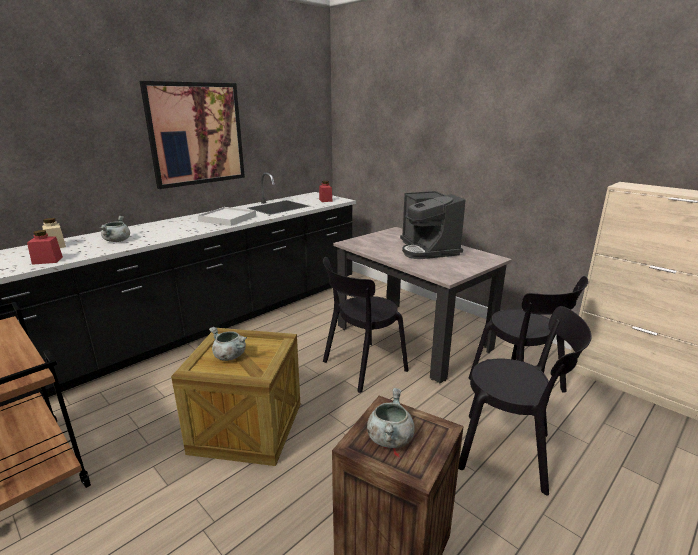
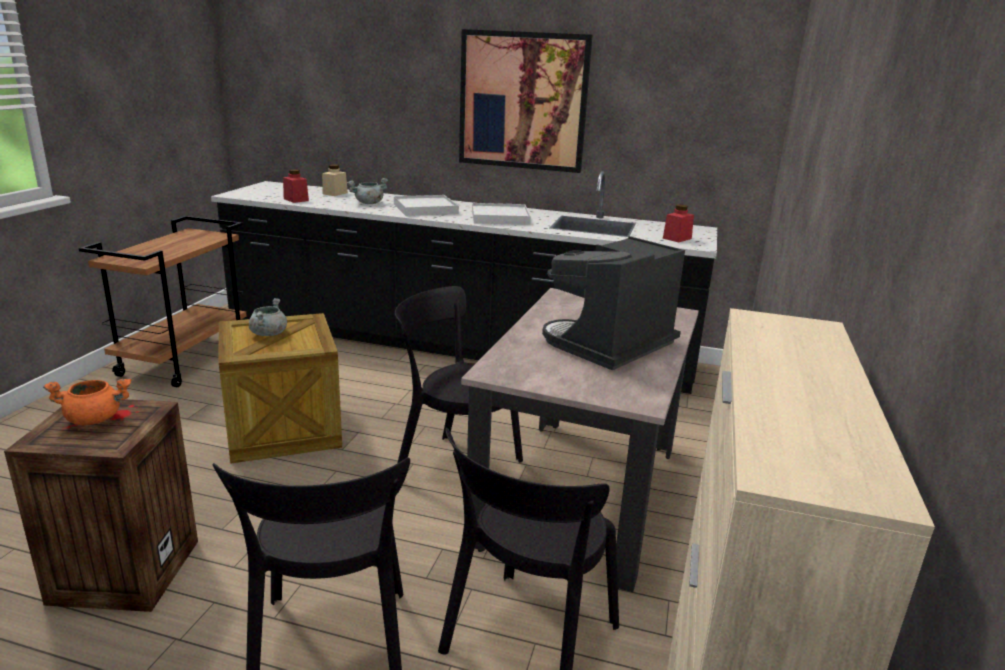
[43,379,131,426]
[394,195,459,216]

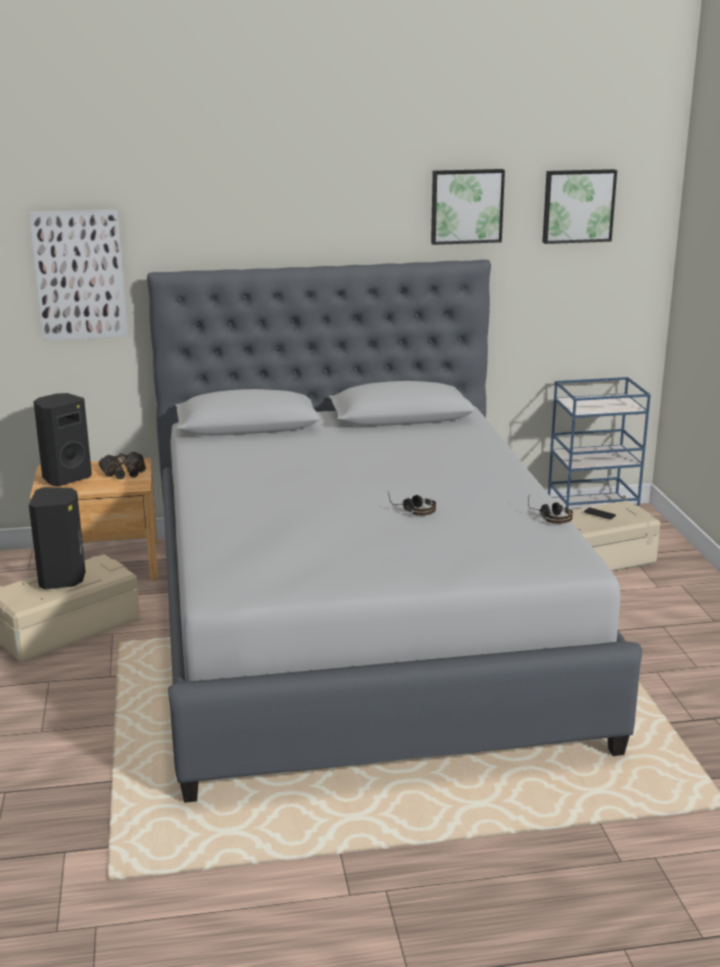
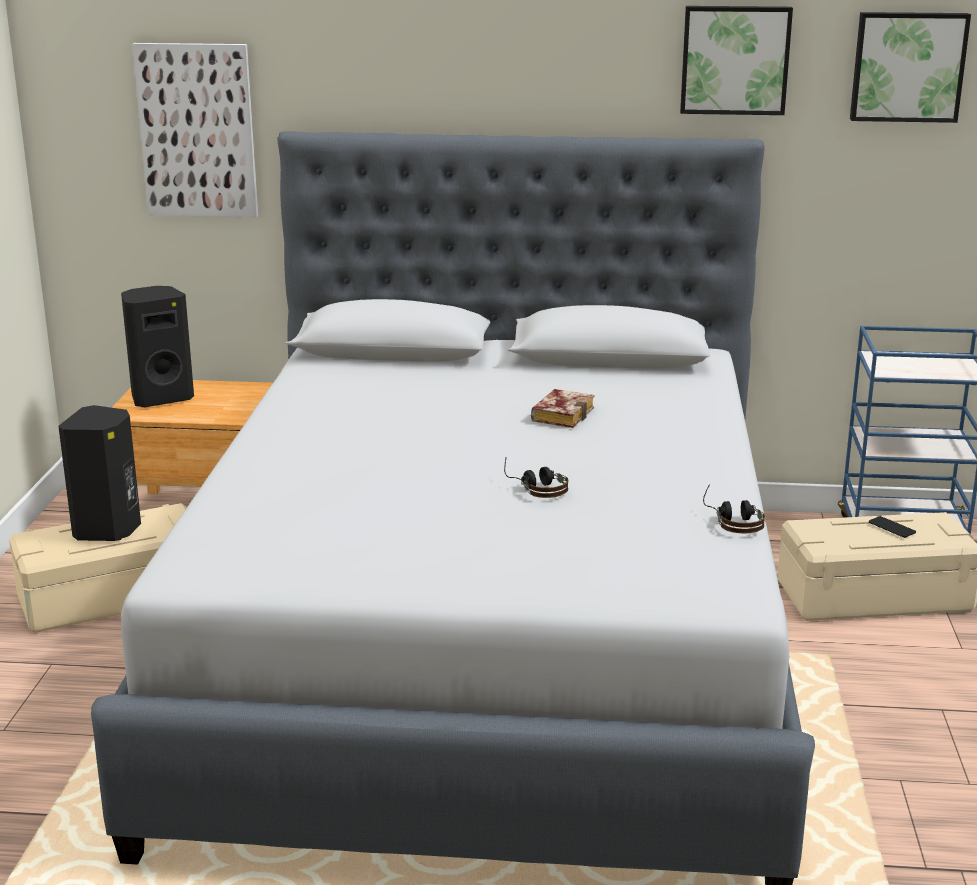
[99,452,146,479] (first image)
[531,389,594,428]

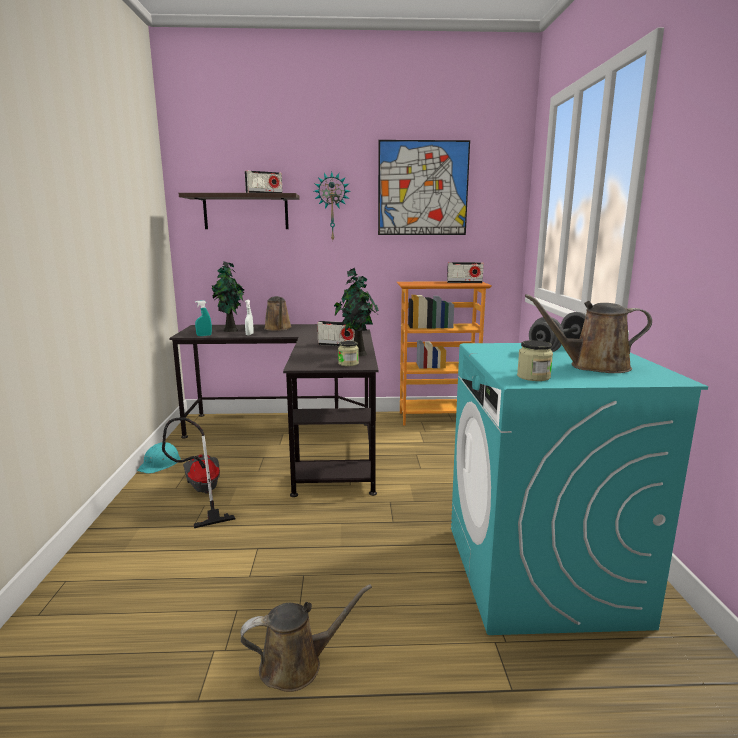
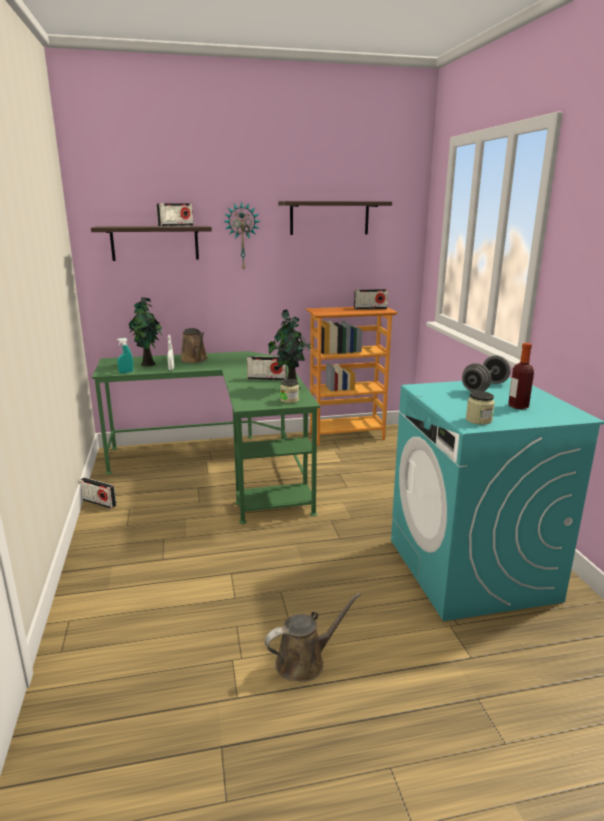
[79,477,117,509]
[162,417,236,528] (first image)
[92,351,320,524]
[278,201,392,235]
[508,343,534,409]

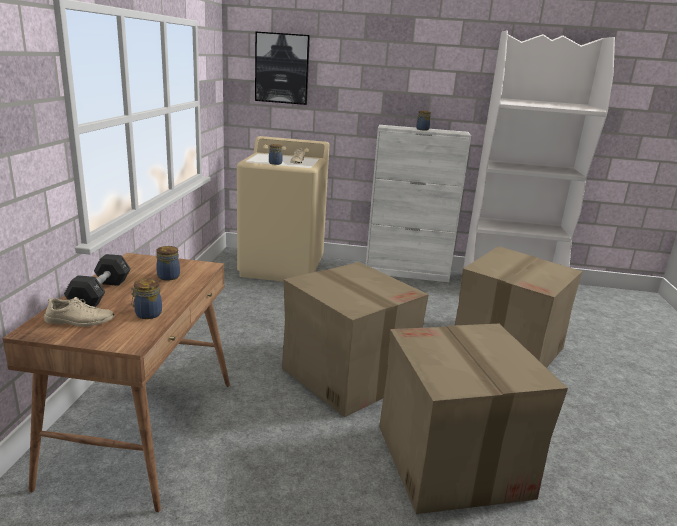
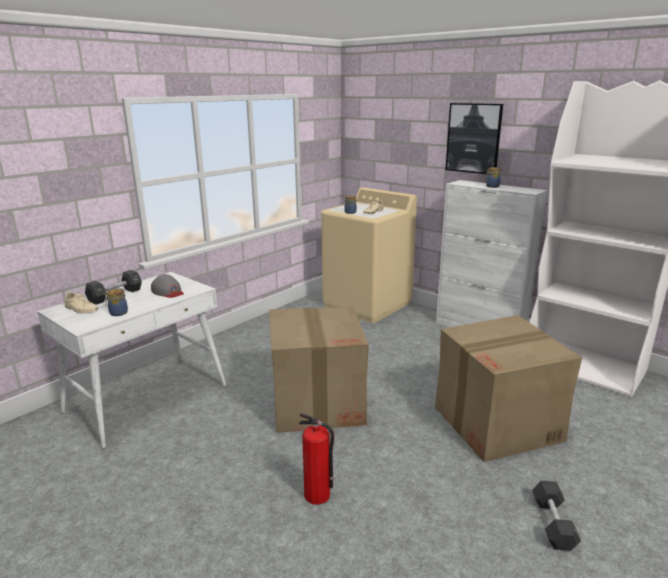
[37,272,226,448]
[151,274,184,298]
[445,103,503,174]
[299,413,334,505]
[532,481,581,551]

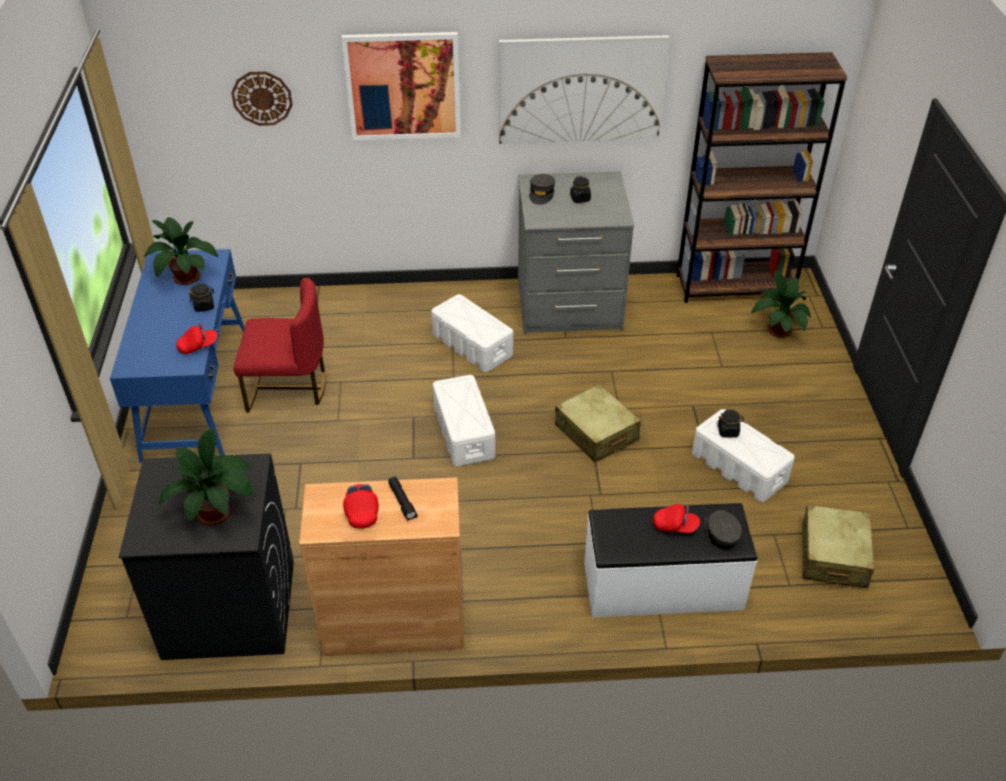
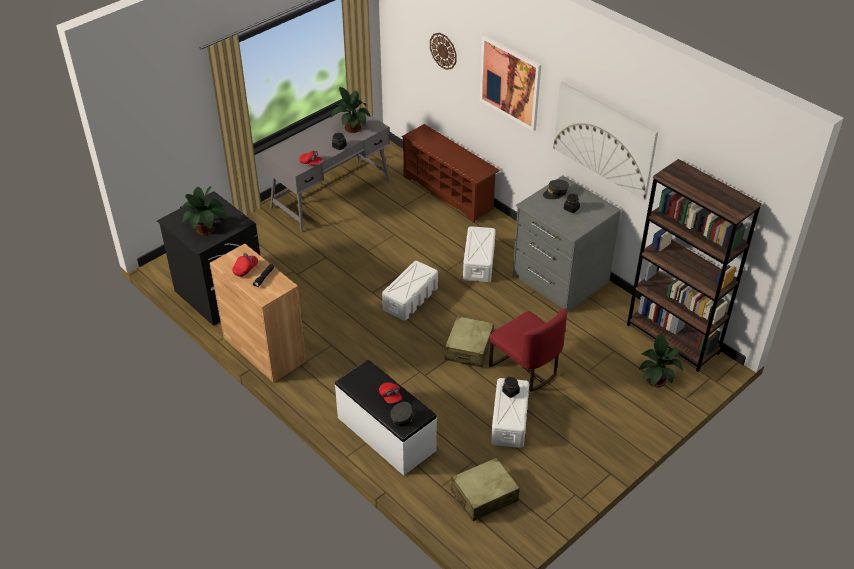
[262,107,390,232]
[489,308,567,392]
[401,124,500,223]

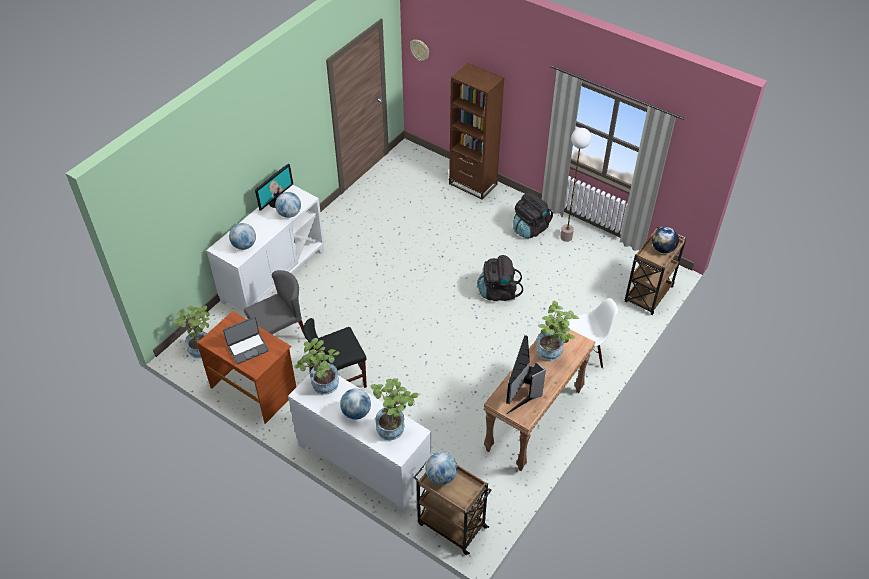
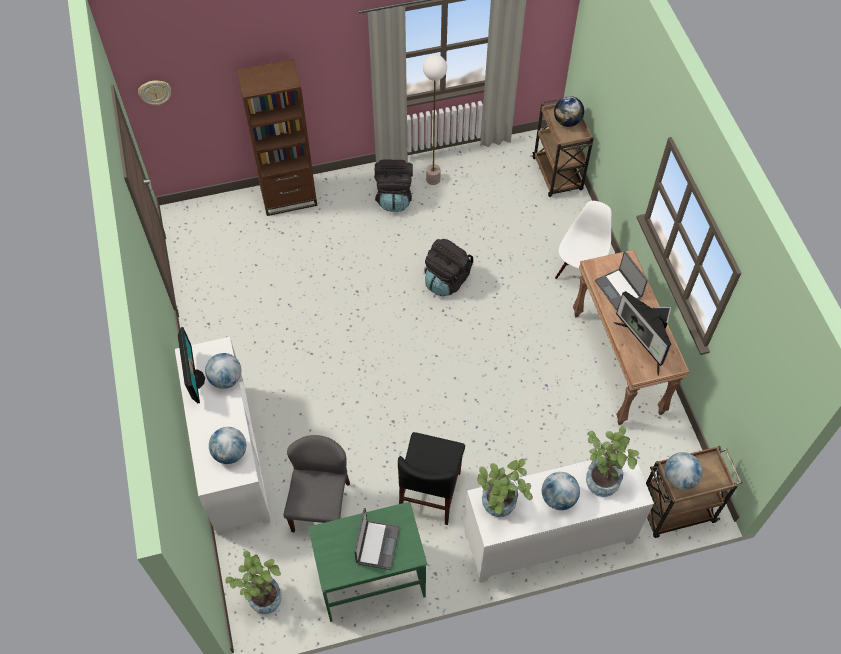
[308,502,427,622]
[595,251,648,310]

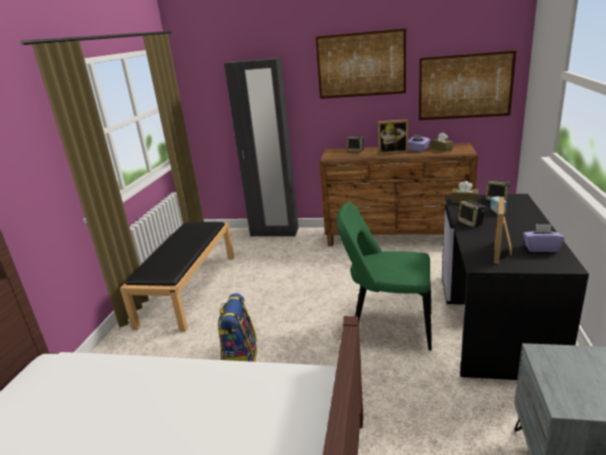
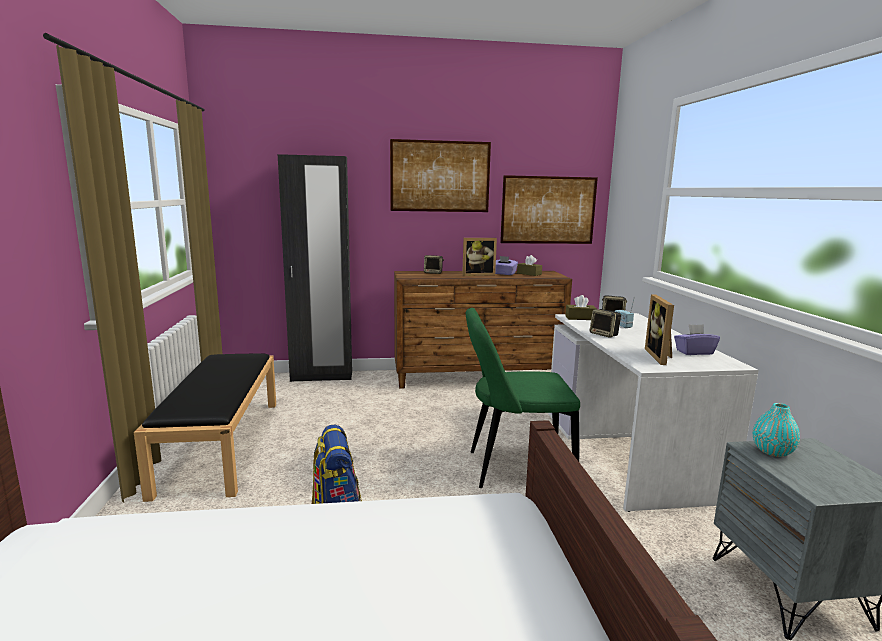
[548,313,759,512]
[752,403,800,457]

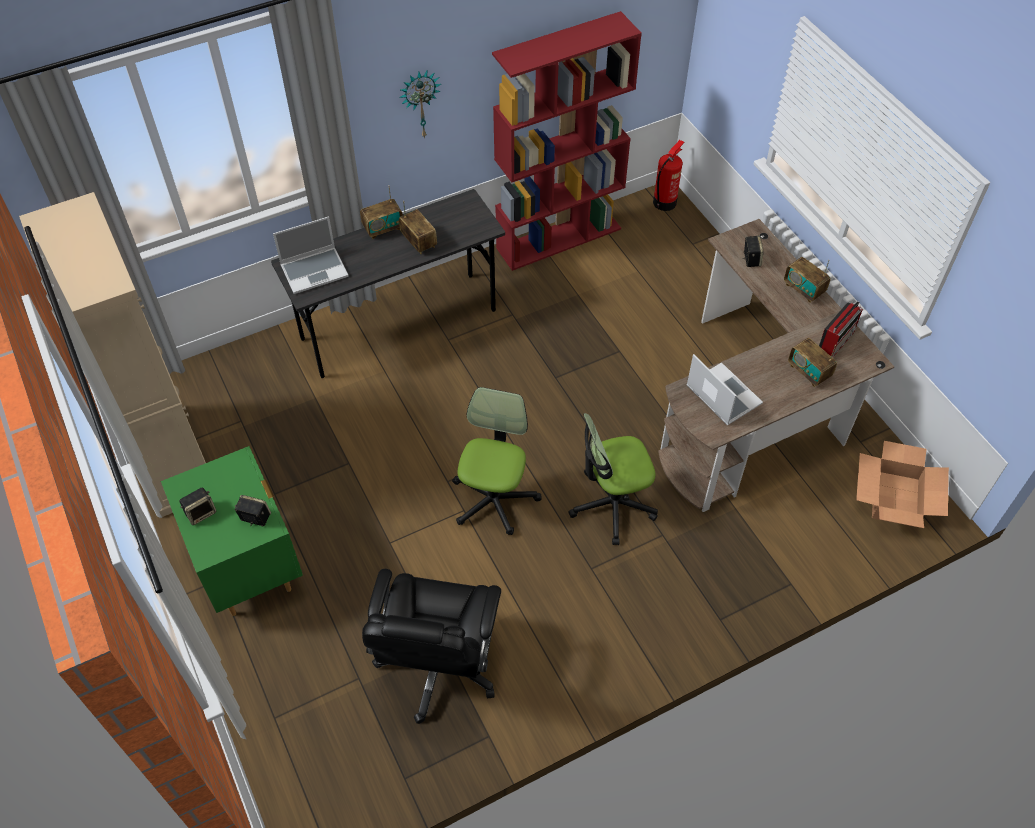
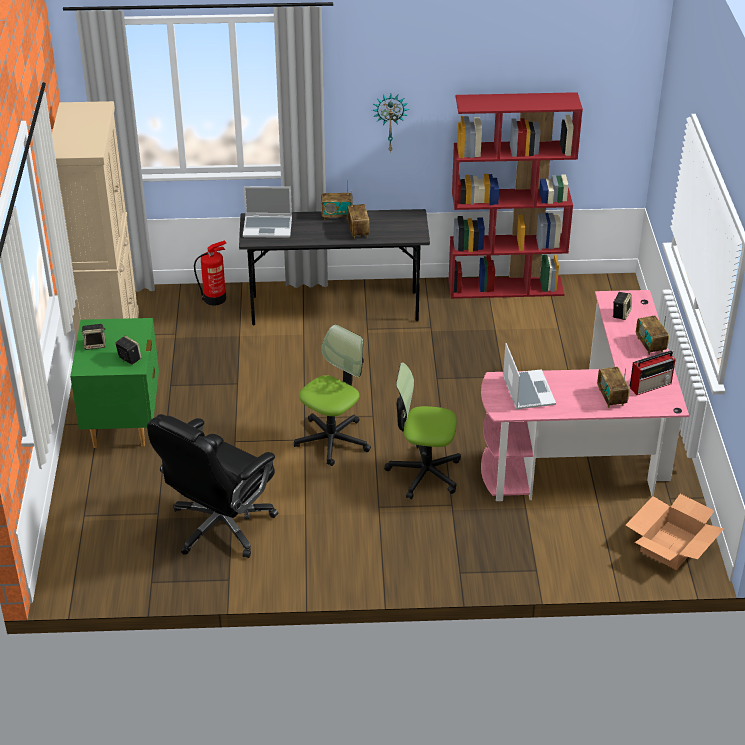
[194,240,226,305]
[481,290,689,501]

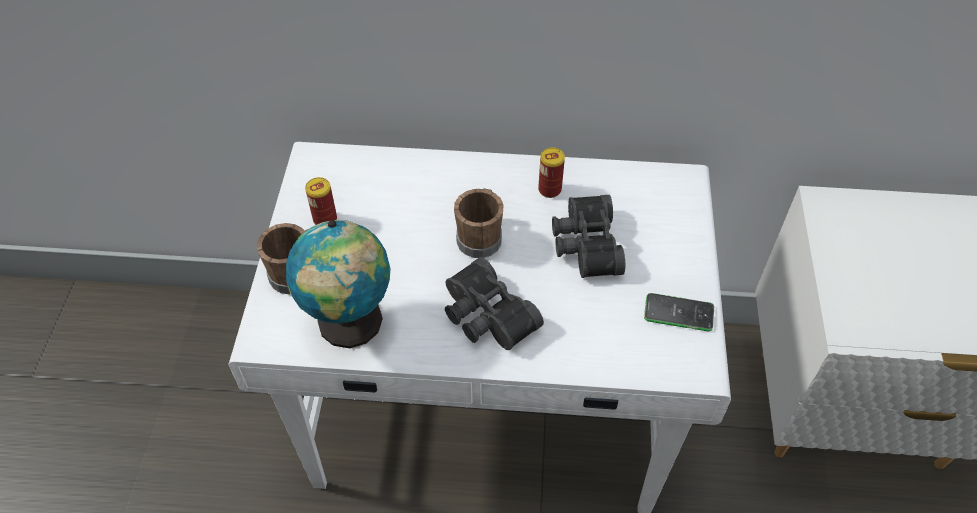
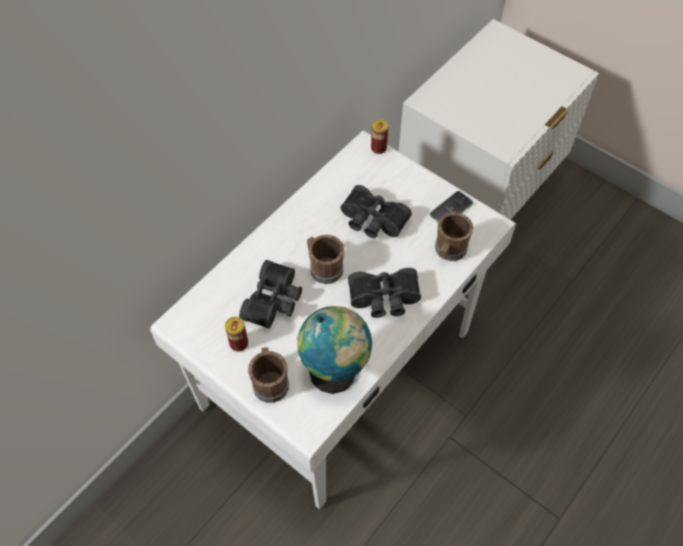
[371,119,388,154]
[239,260,302,329]
[435,212,473,261]

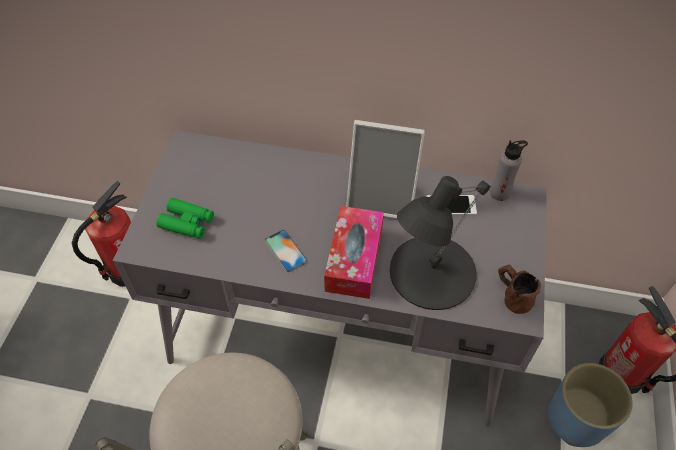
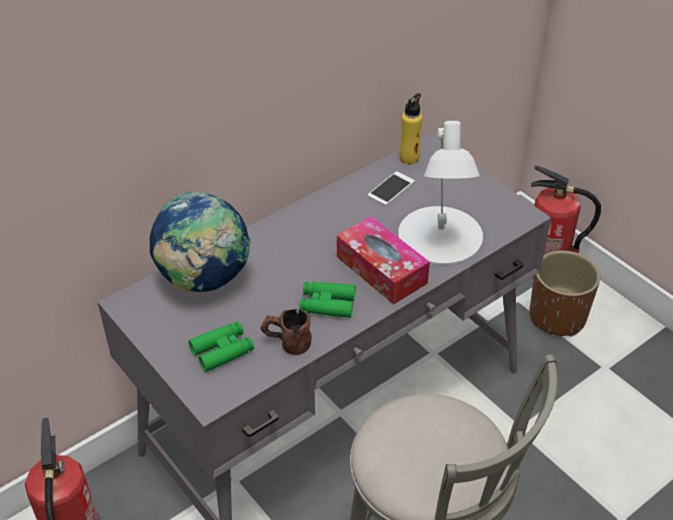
[300,282,356,318]
[346,120,425,219] (first image)
[398,121,483,265]
[400,93,422,164]
[260,309,312,355]
[529,251,600,337]
[149,191,252,292]

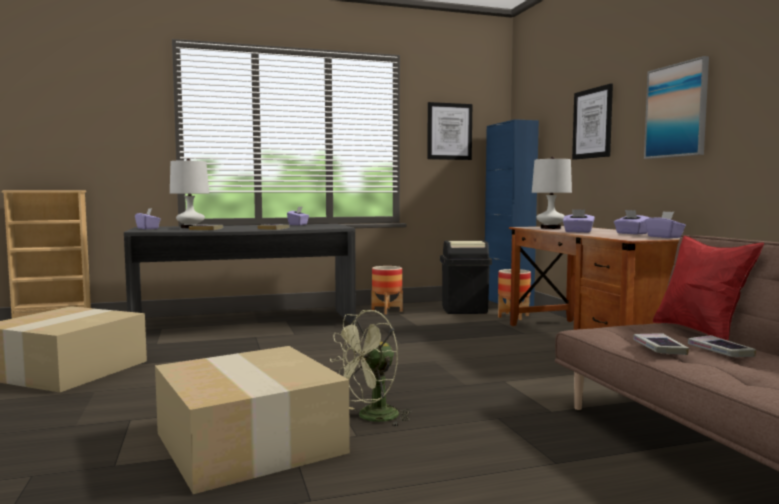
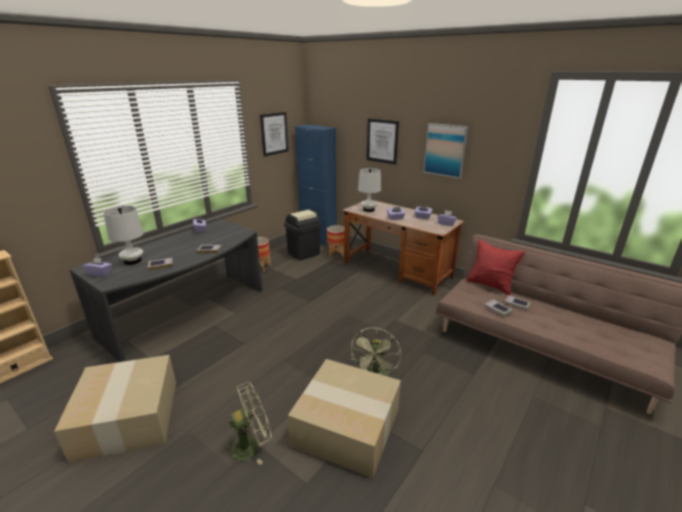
[222,382,272,465]

